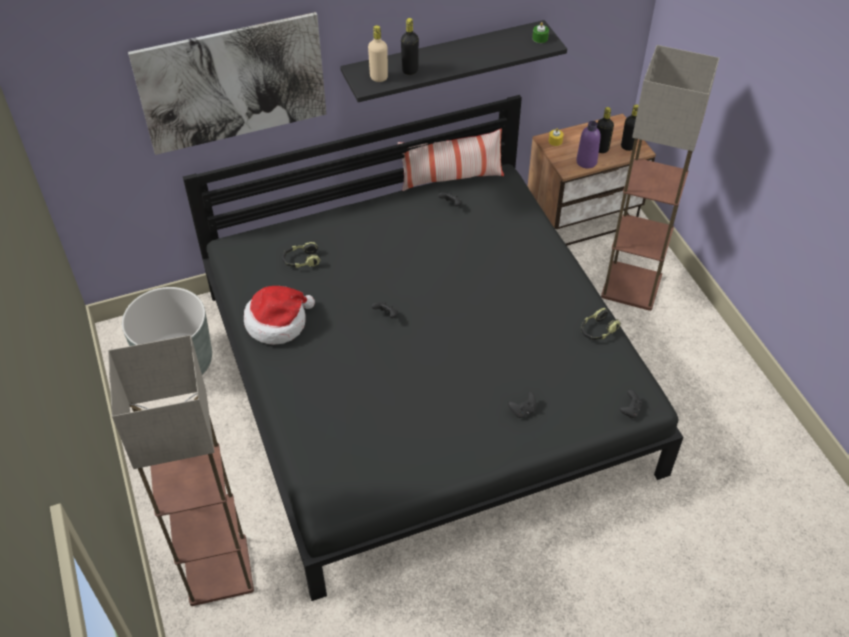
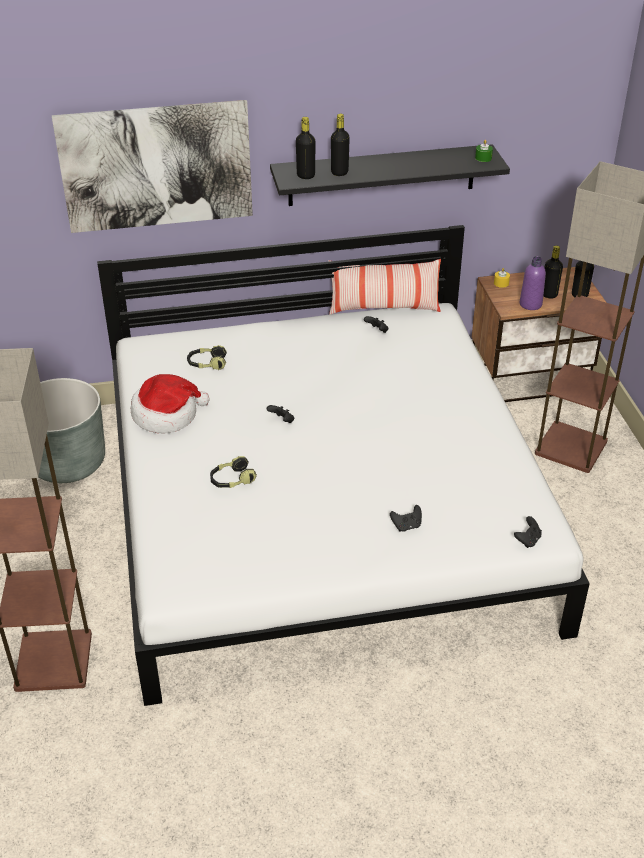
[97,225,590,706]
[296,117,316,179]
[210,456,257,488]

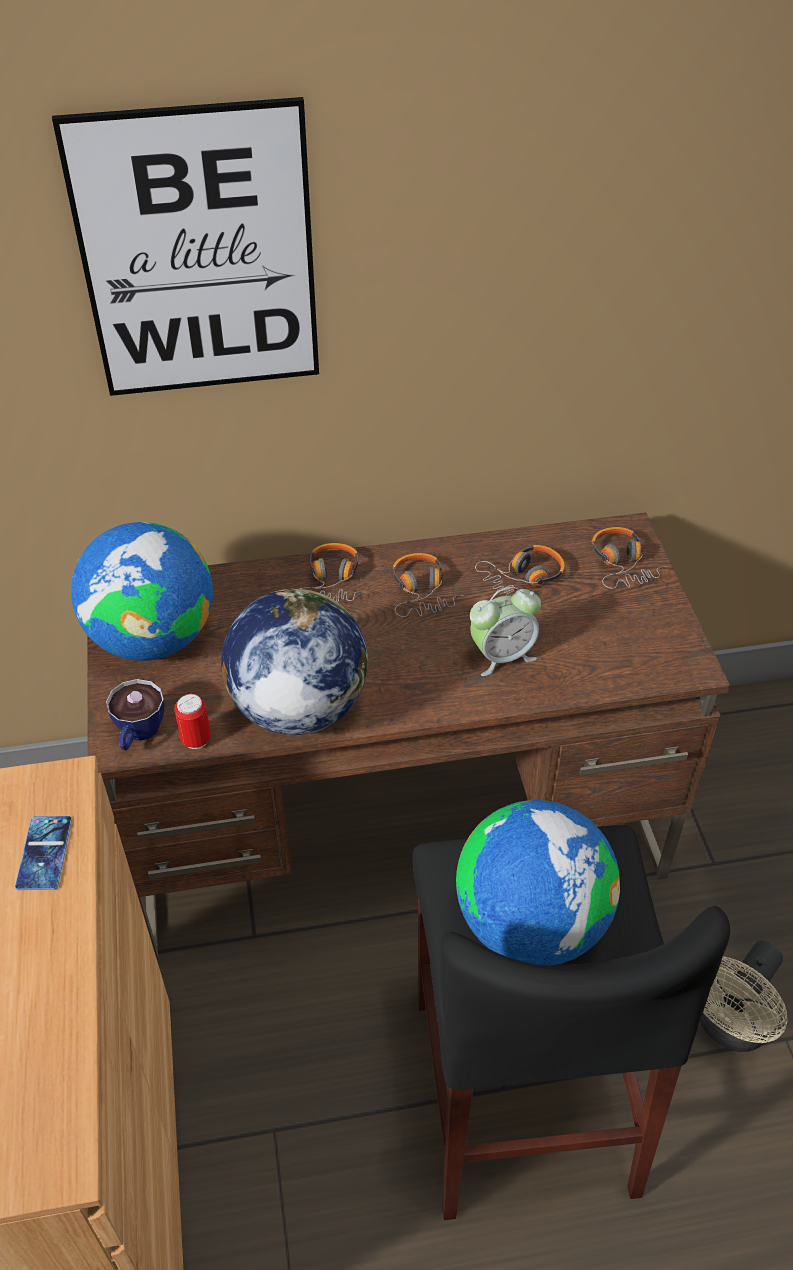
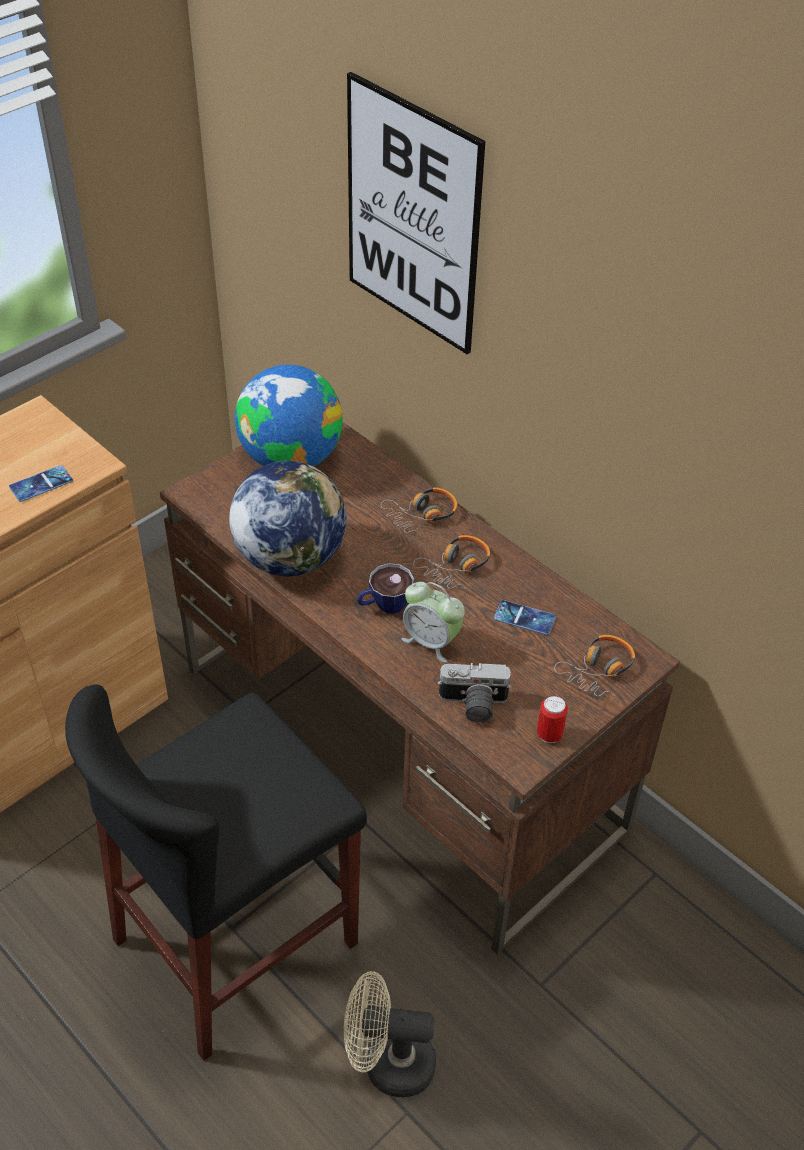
[357,563,414,614]
[537,696,568,743]
[456,800,620,965] (first image)
[494,600,556,635]
[438,663,511,723]

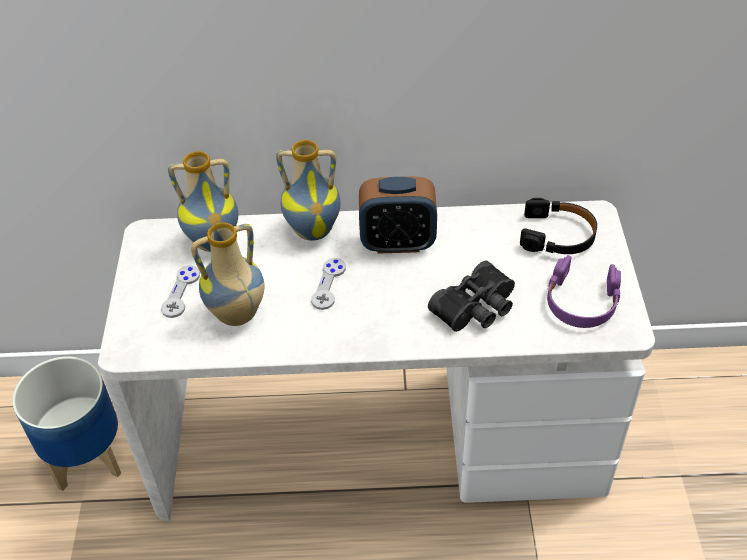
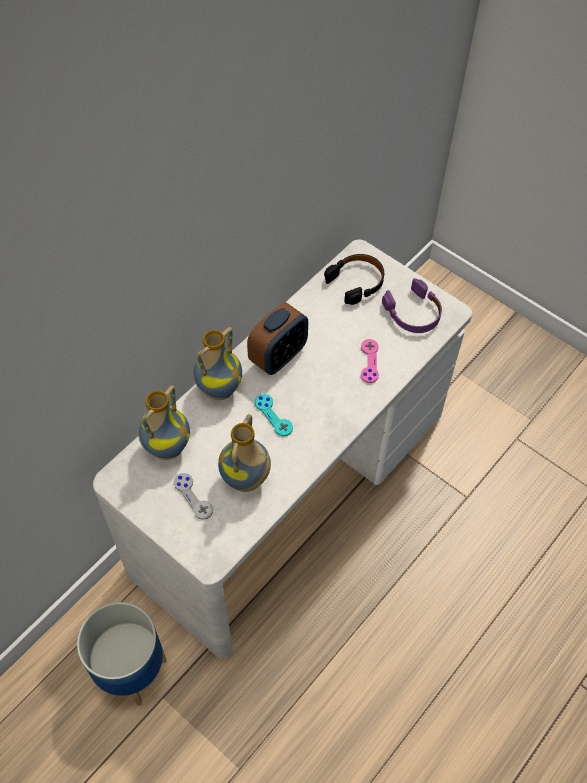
[255,394,293,436]
[361,339,379,383]

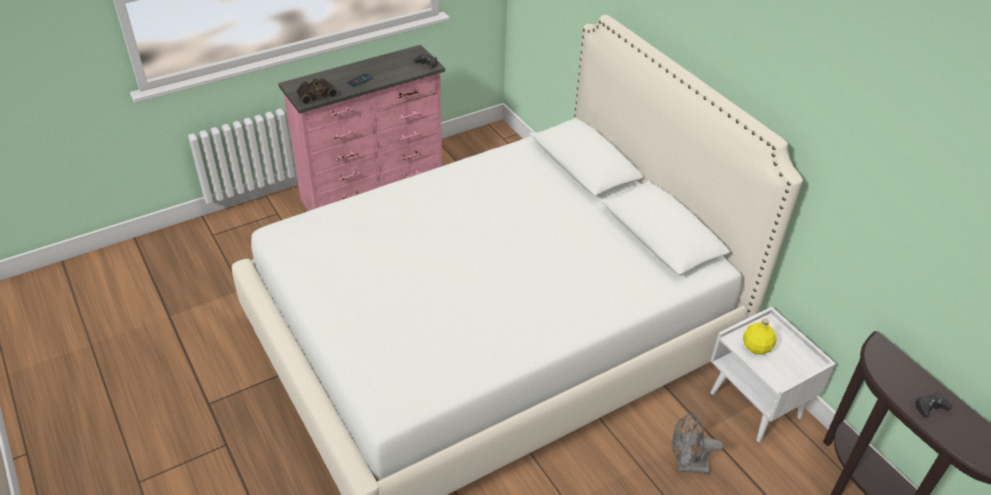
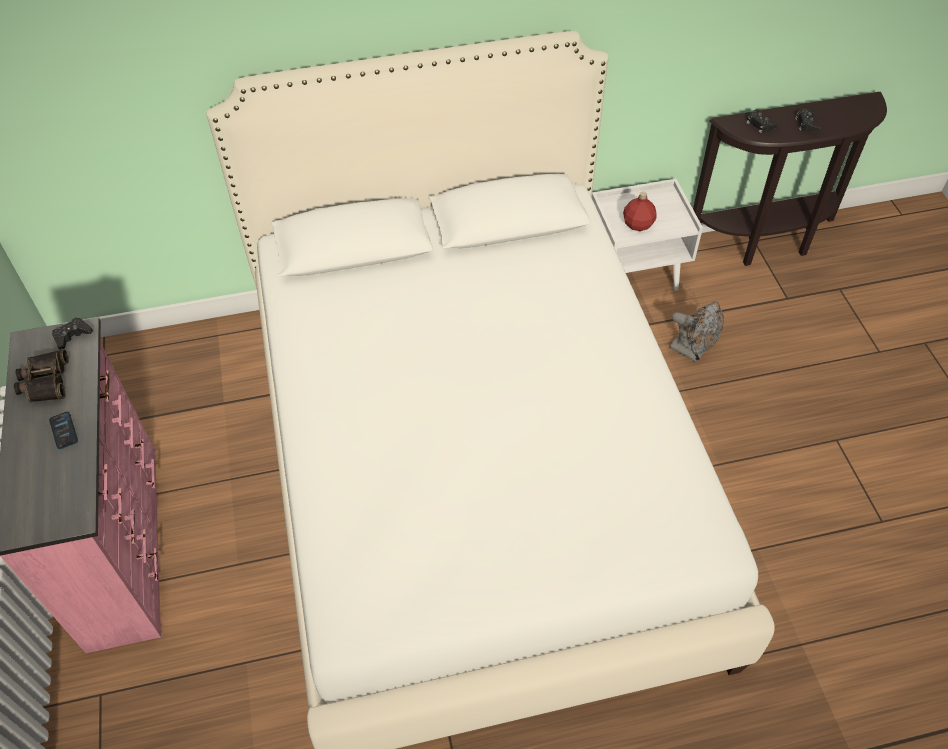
[14,349,69,402]
[669,301,724,363]
[623,192,657,231]
[746,109,778,133]

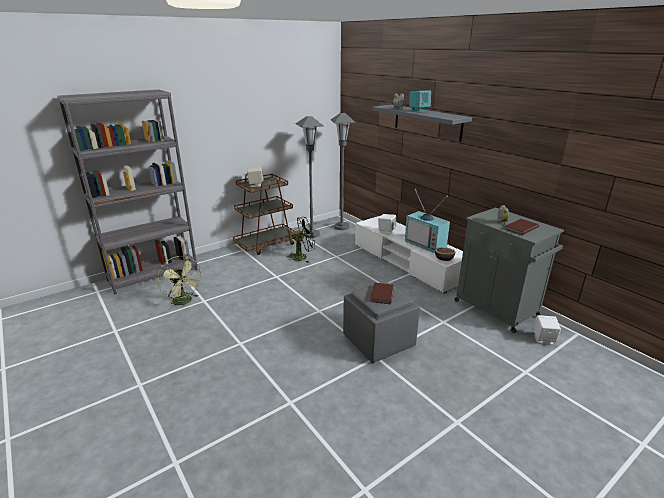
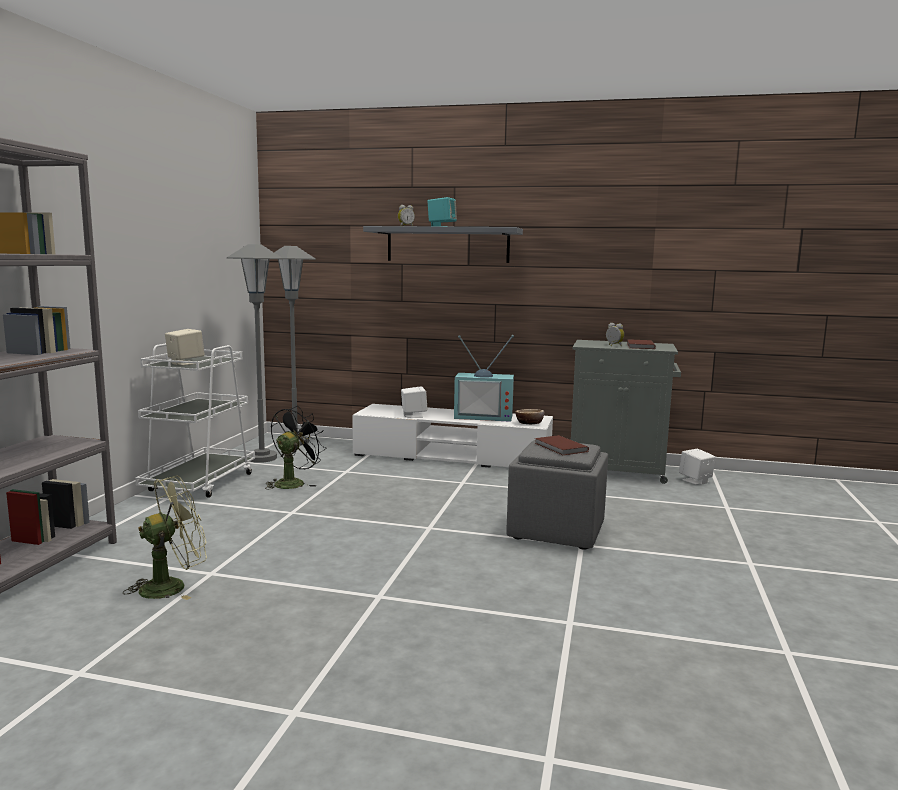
[123,476,207,600]
[135,343,255,498]

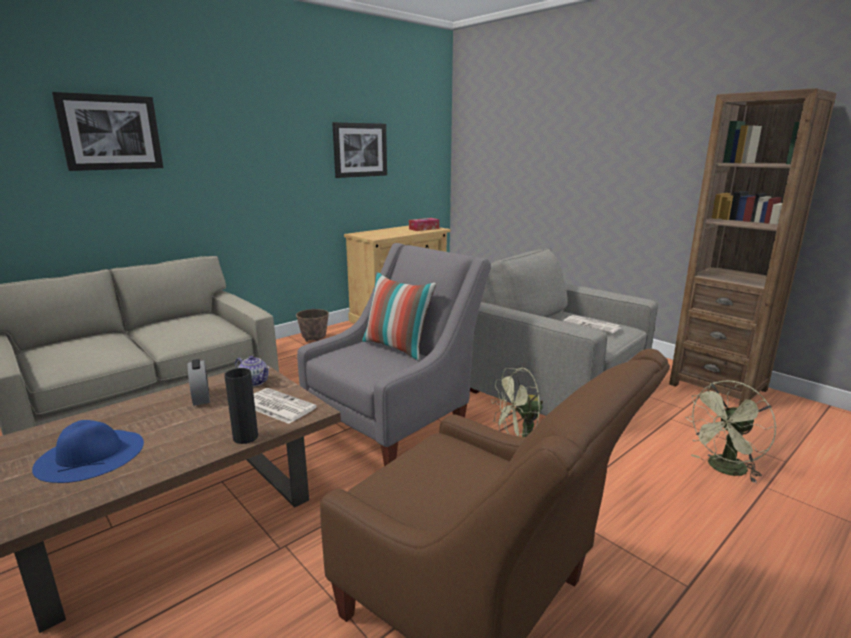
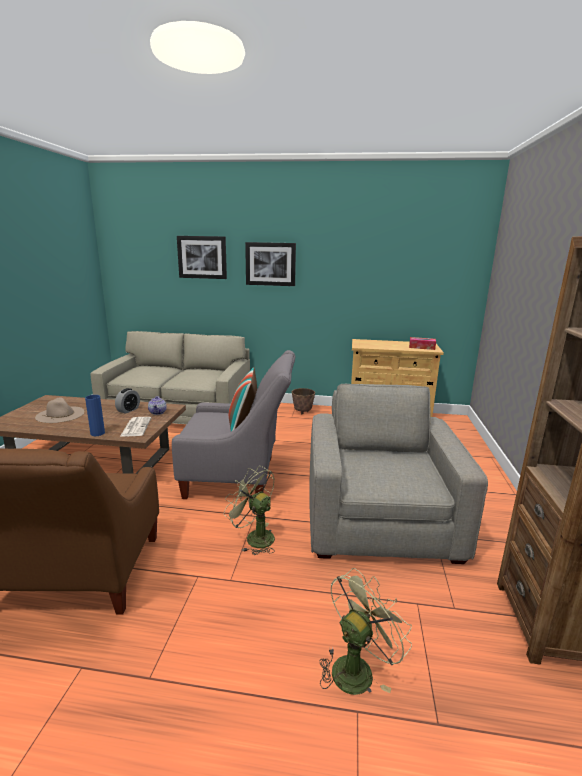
[35,397,84,423]
[85,395,105,436]
[245,242,296,286]
[563,315,622,333] (first image)
[320,568,412,695]

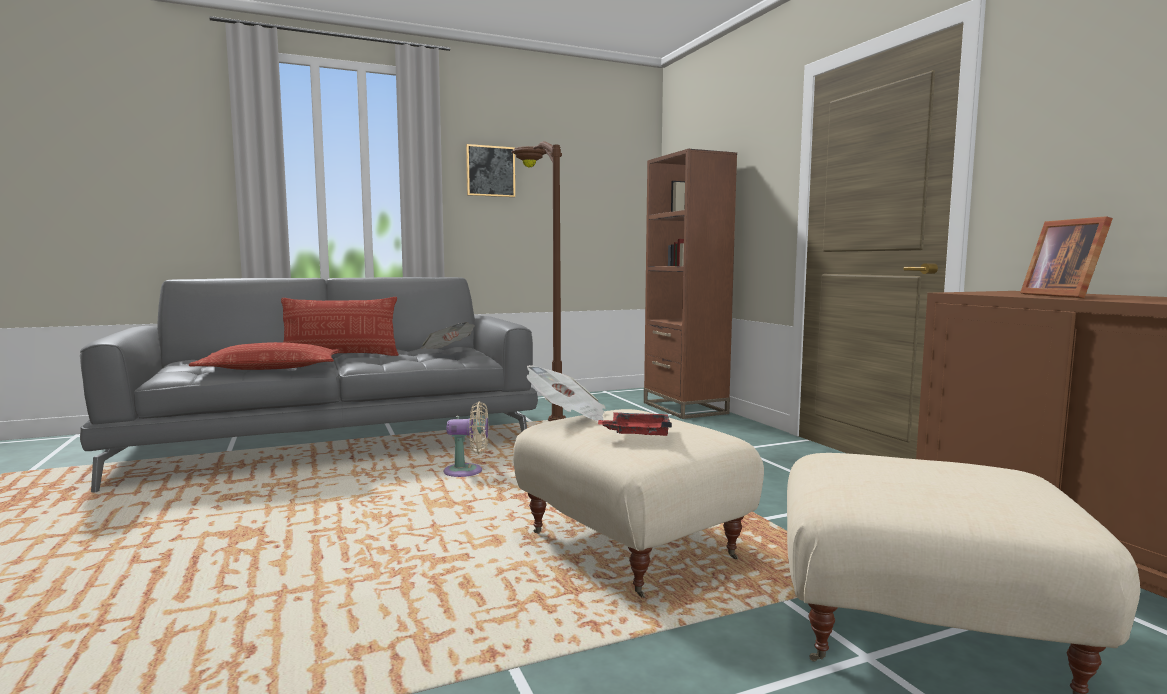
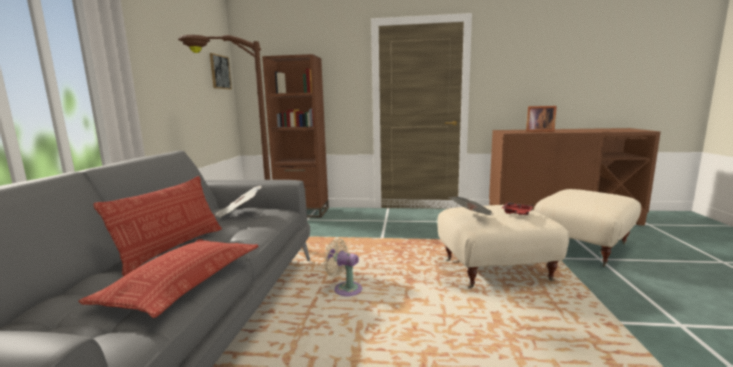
[323,239,362,296]
[210,53,232,90]

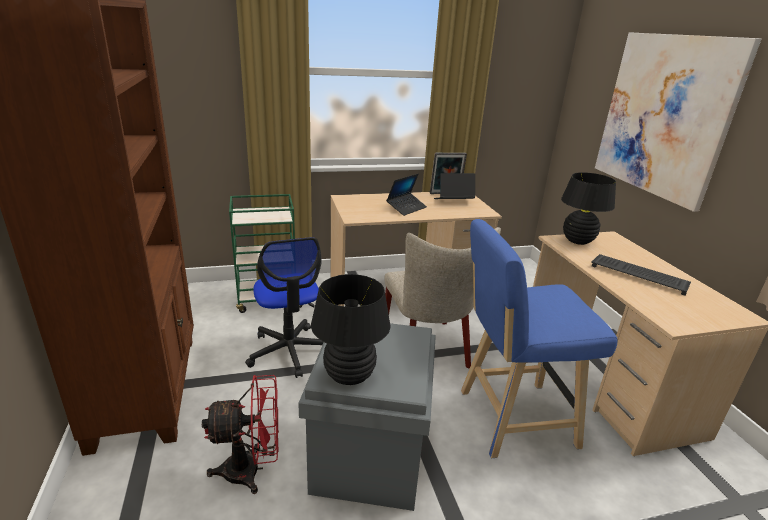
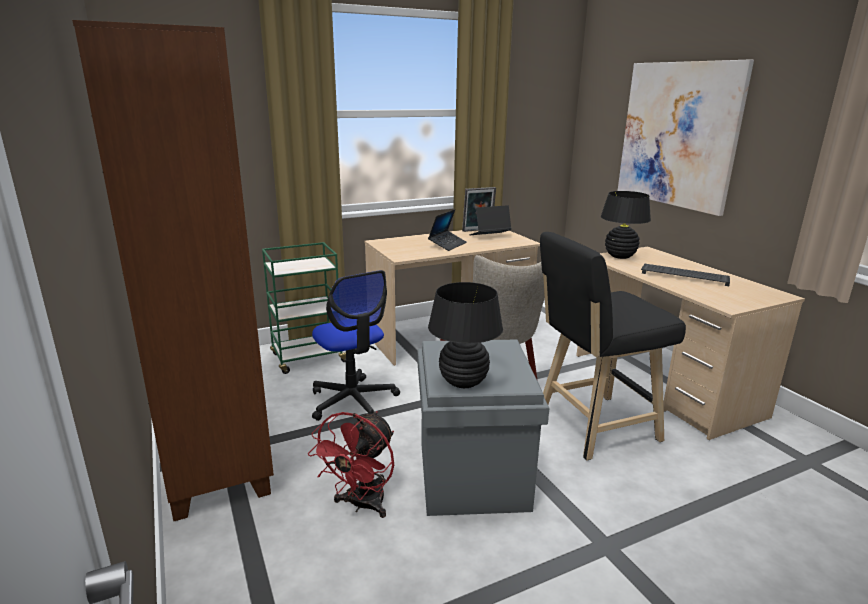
[308,411,394,518]
[540,232,686,460]

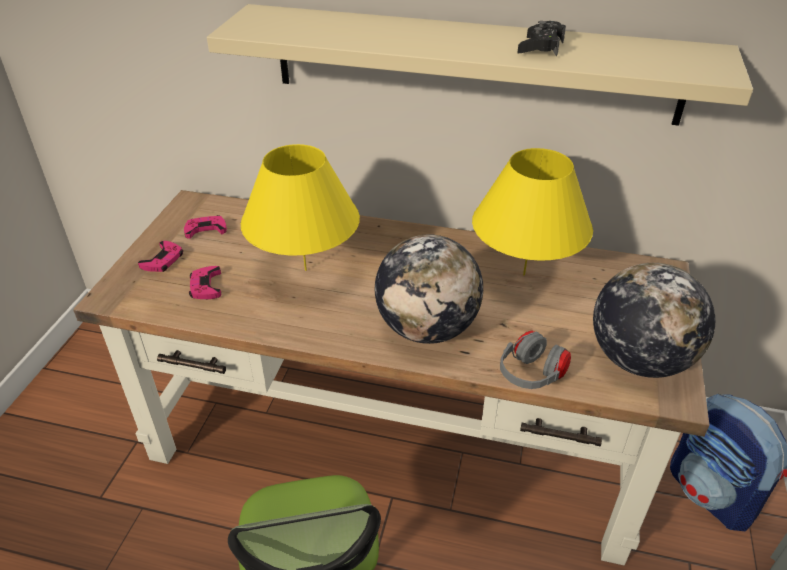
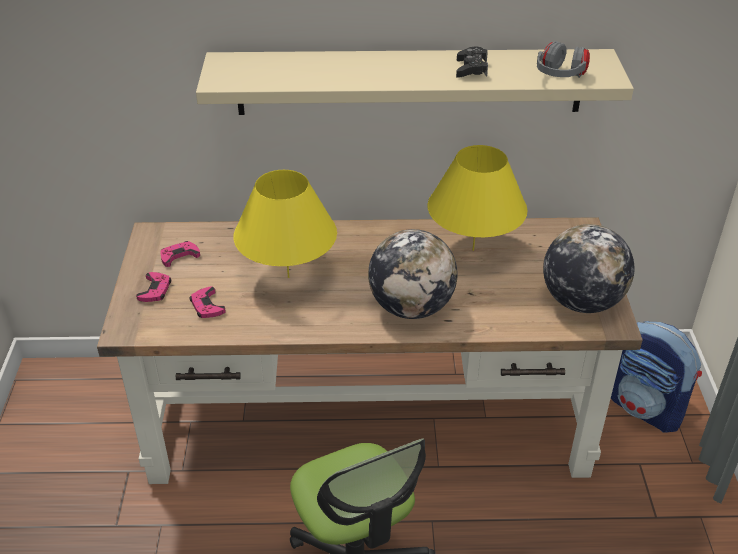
[537,41,590,78]

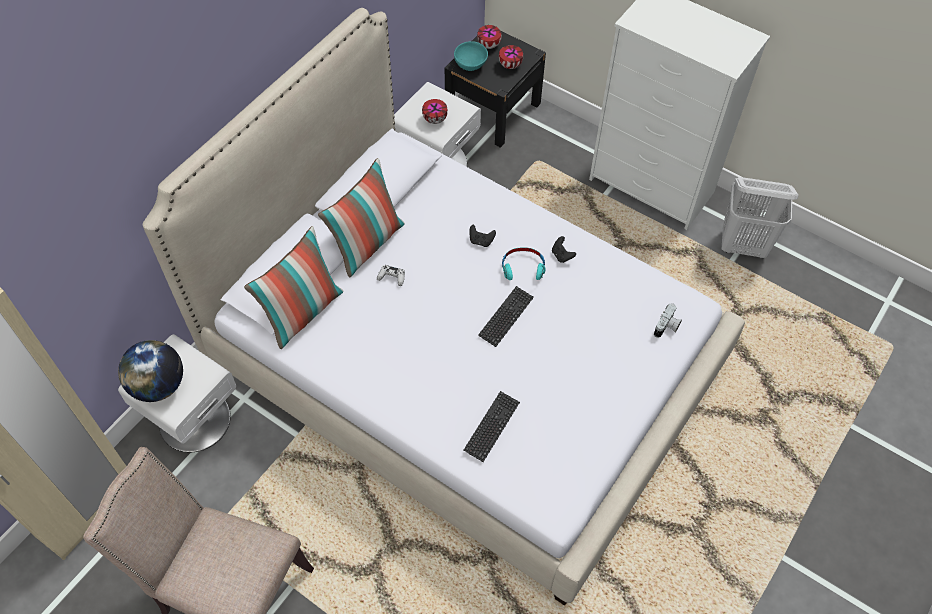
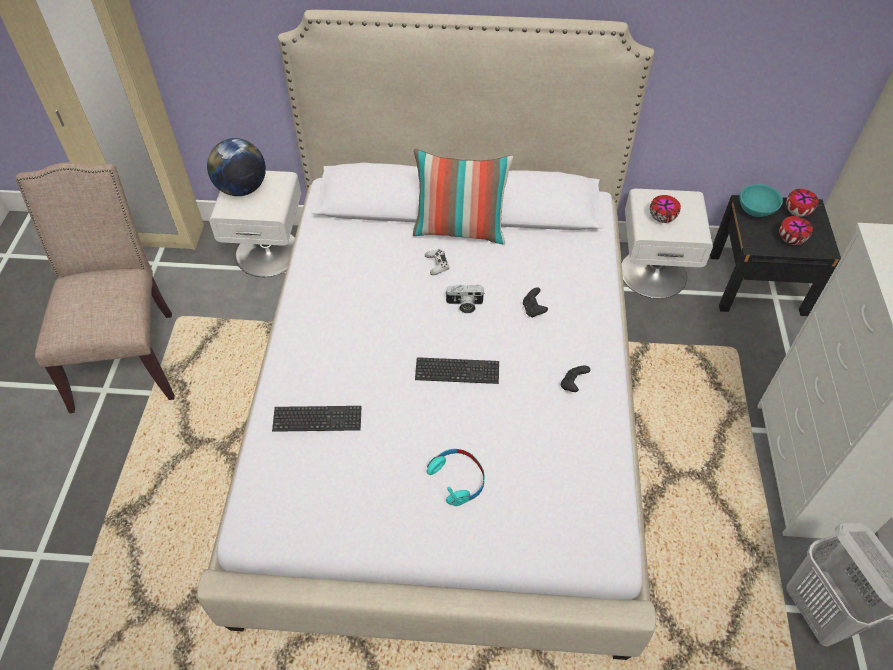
[244,226,344,349] (first image)
[426,449,485,506]
[445,284,485,313]

